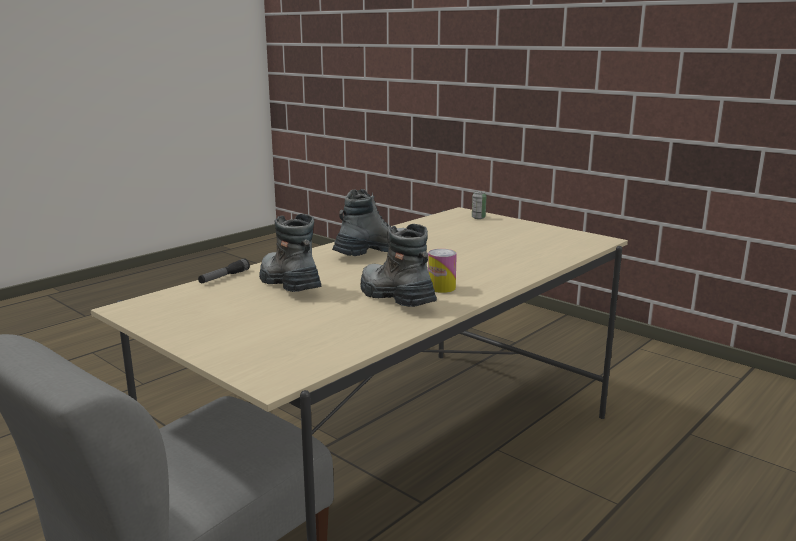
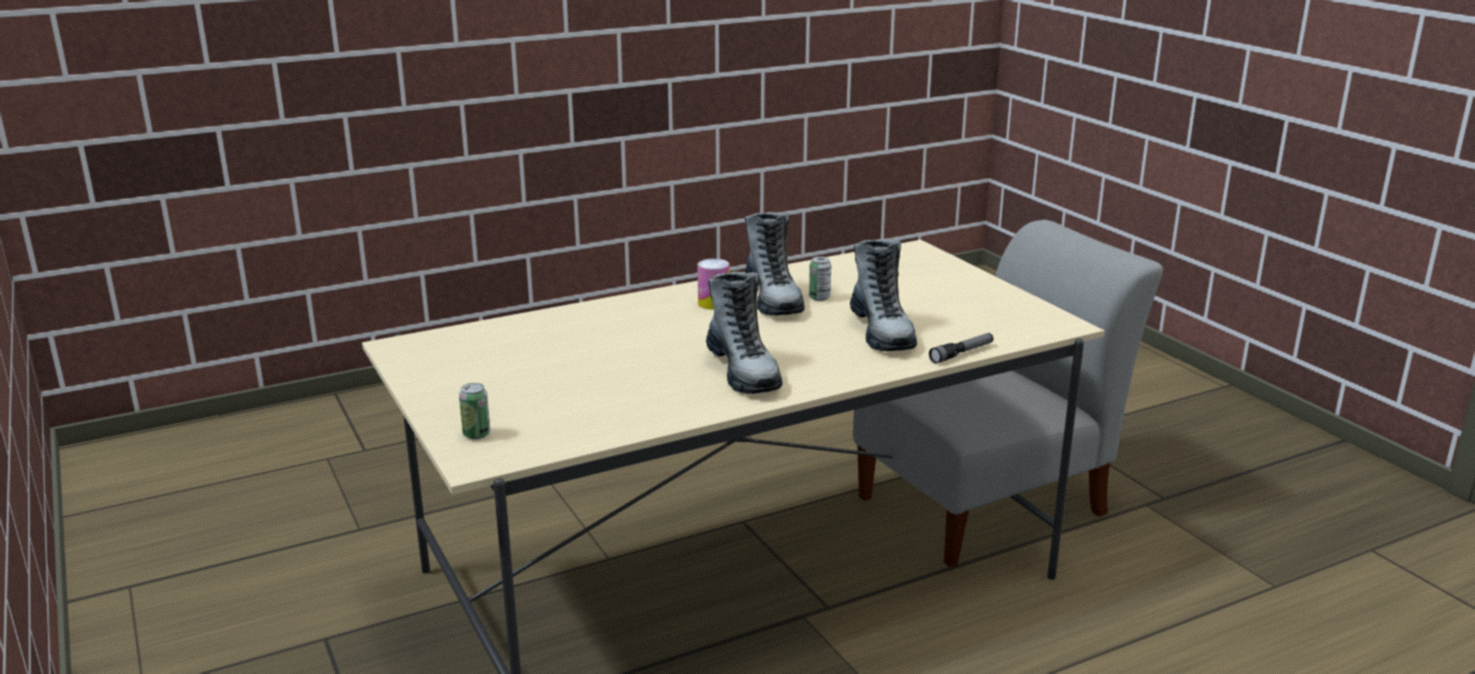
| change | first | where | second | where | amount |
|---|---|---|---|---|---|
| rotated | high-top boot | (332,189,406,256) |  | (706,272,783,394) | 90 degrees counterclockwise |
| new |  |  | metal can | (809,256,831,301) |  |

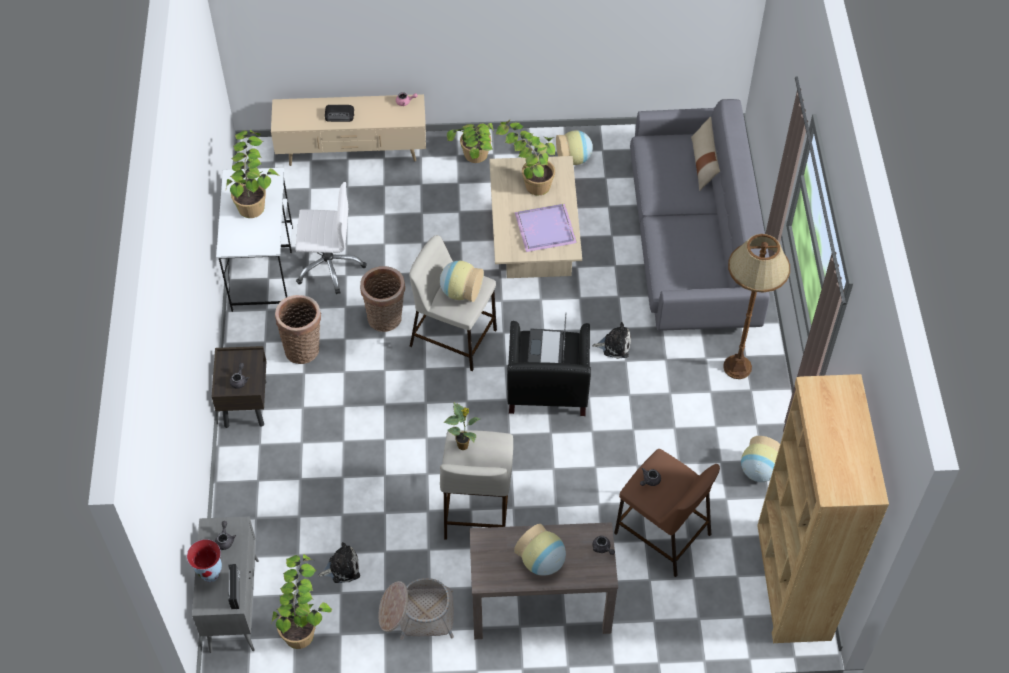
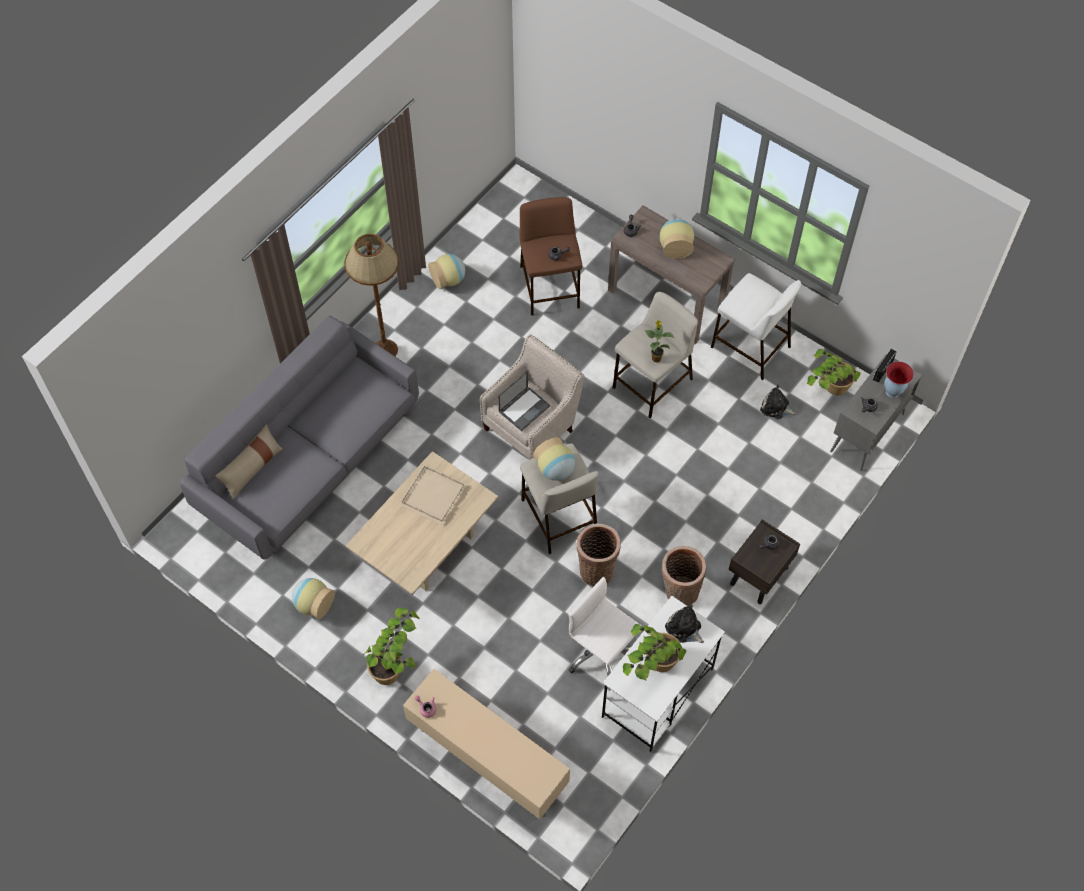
| change | first | where | second | where | amount |
|---|---|---|---|---|---|
| repainted | purplish tray | (515,203,577,252) | beige tray | (398,464,468,525) |  |
| repainted | black lounge chair | (507,321,591,416) | beige lounge chair | (480,334,584,460) |  |
| shifted | soft toy | (592,322,631,359) |  | (665,604,704,643) |  |
| swapped | storage basket | (378,578,454,640) | whitish stool seat | (711,273,801,380) |  |
| gone | radio set | (325,105,354,122) |  |  |  |
| gone | potted plant | (495,119,555,195) |  |  |  |
| gone | brownish shelving unit | (757,374,889,643) |  |  |  |

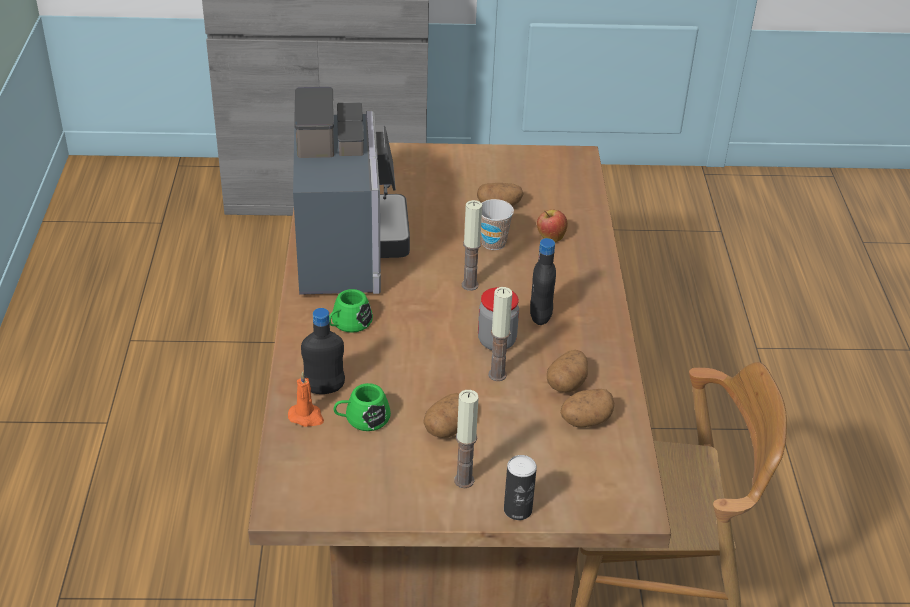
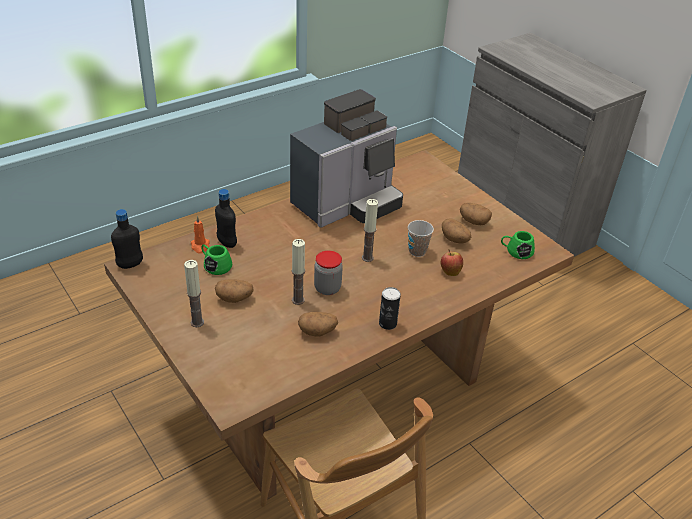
| change | first | where | second | where | amount |
|---|---|---|---|---|---|
| shifted | black drink bottle | (530,238,556,325) |  | (111,209,143,269) |  |
| shifted | metal can | (504,455,537,520) |  | (379,287,401,330) |  |
| shifted | whole potato | (560,389,614,428) |  | (460,203,492,225) |  |
| shifted | greenish mug | (329,289,373,333) |  | (501,231,535,259) |  |

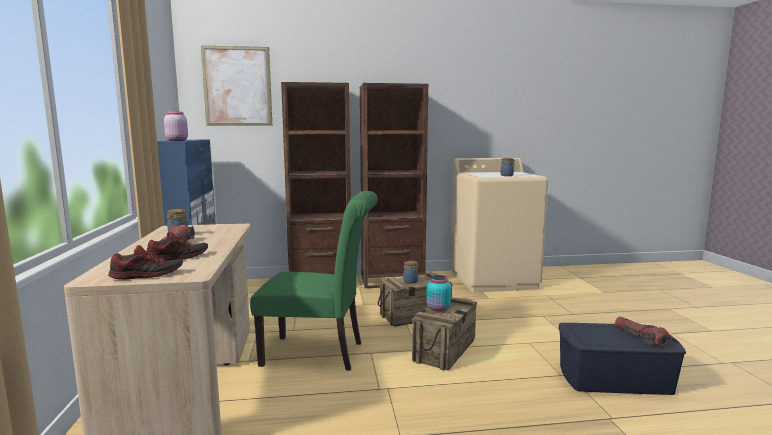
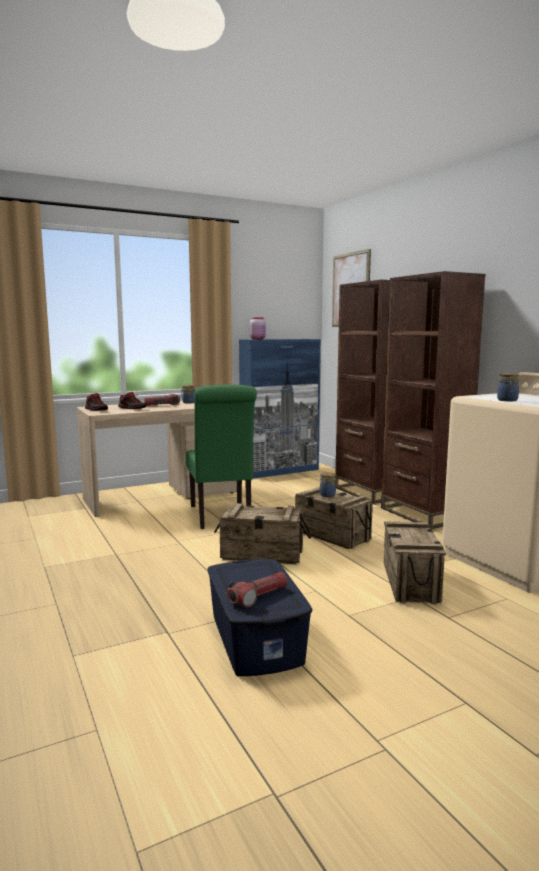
| change | first | where | second | where | amount |
|---|---|---|---|---|---|
| new |  |  | shipping crate | (384,522,446,604) |  |
| gone | turquoise-coloured jar | (426,275,451,312) |  |  |  |

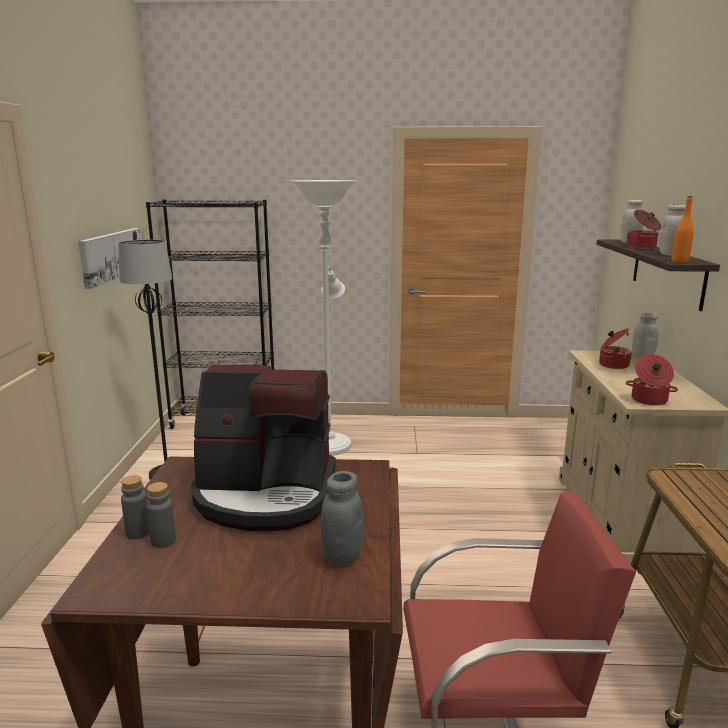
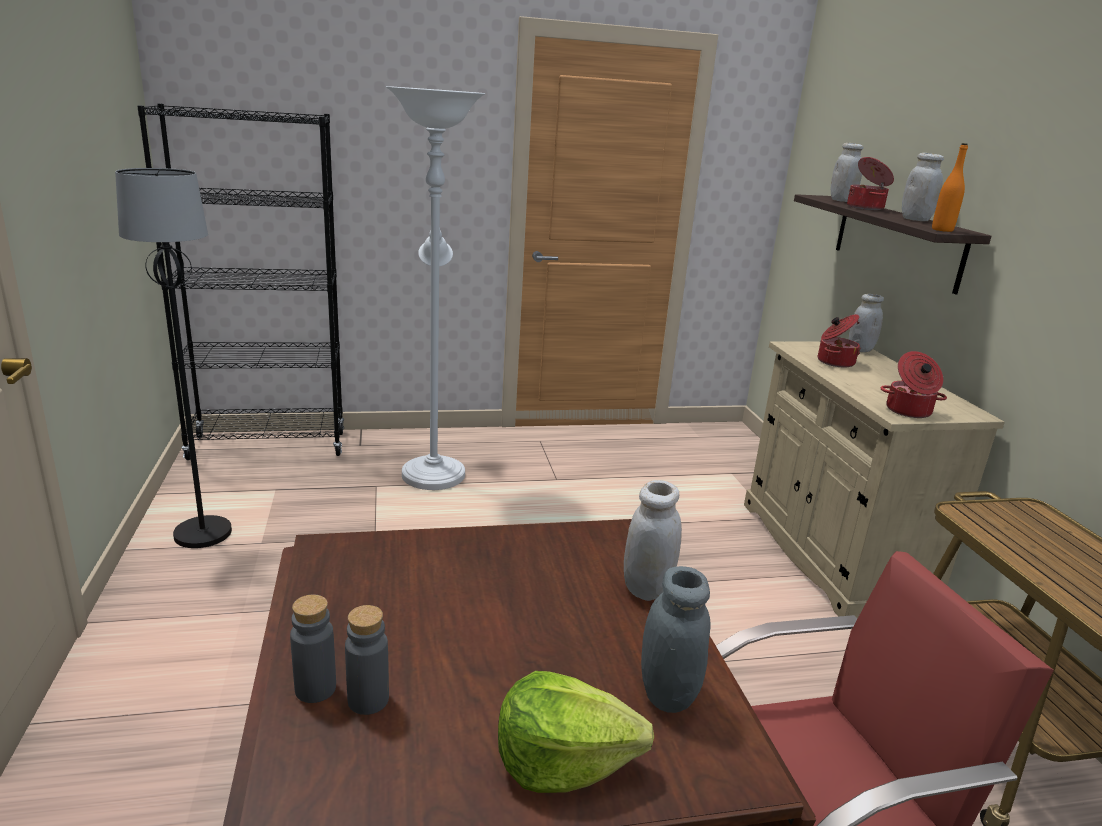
| change | first | where | second | where | amount |
|---|---|---|---|---|---|
| new |  |  | head of lettuce | (498,671,654,793) |  |
| new |  |  | whitish jar | (624,480,682,601) |  |
| gone | picture | (78,228,141,289) |  |  |  |
| gone | coffee brewer | (191,365,336,531) |  |  |  |

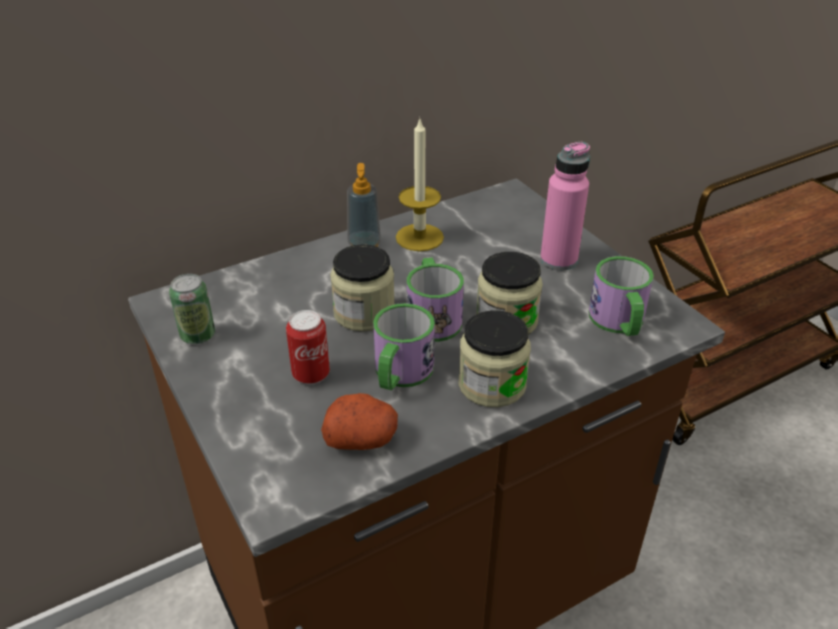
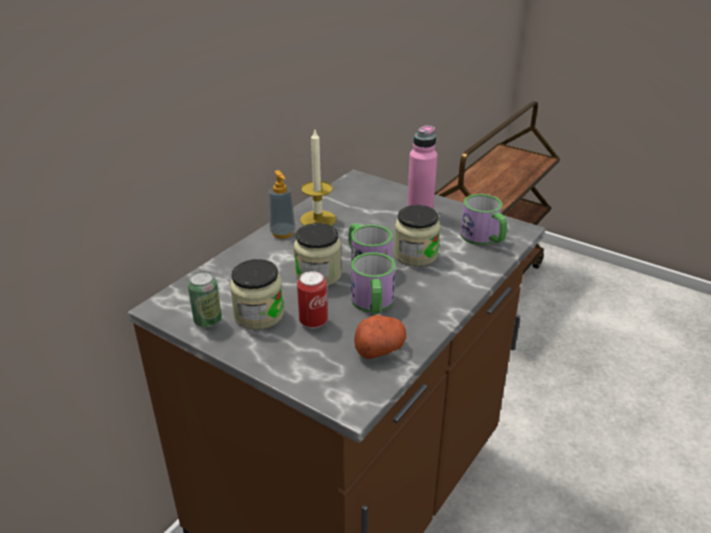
| change | first | where | second | where | amount |
|---|---|---|---|---|---|
| shifted | jar | (459,310,531,407) |  | (230,259,284,330) |  |

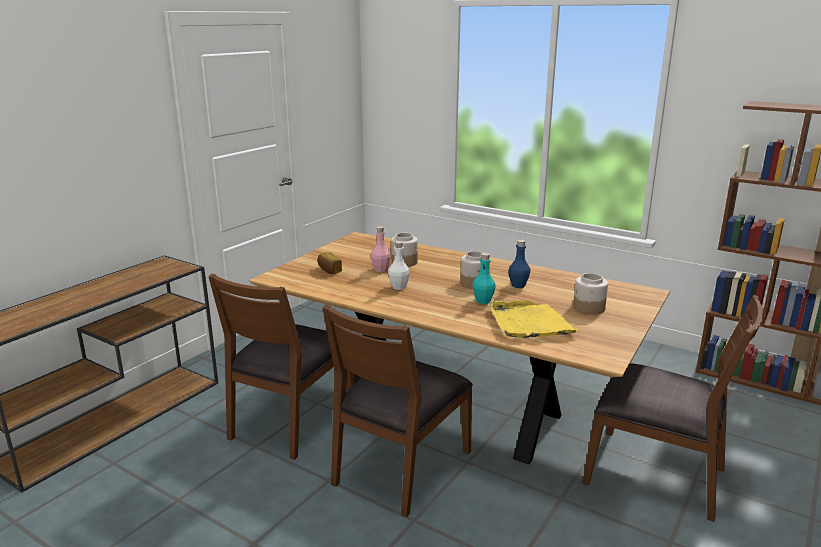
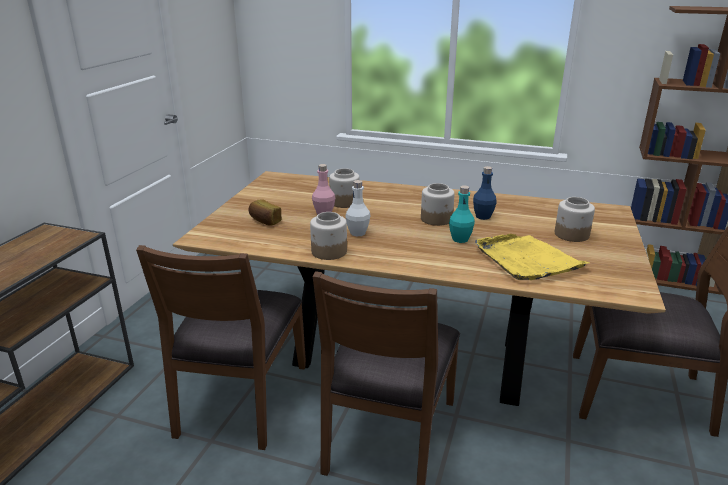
| change | first | where | second | where | amount |
|---|---|---|---|---|---|
| new |  |  | jar | (310,212,347,260) |  |

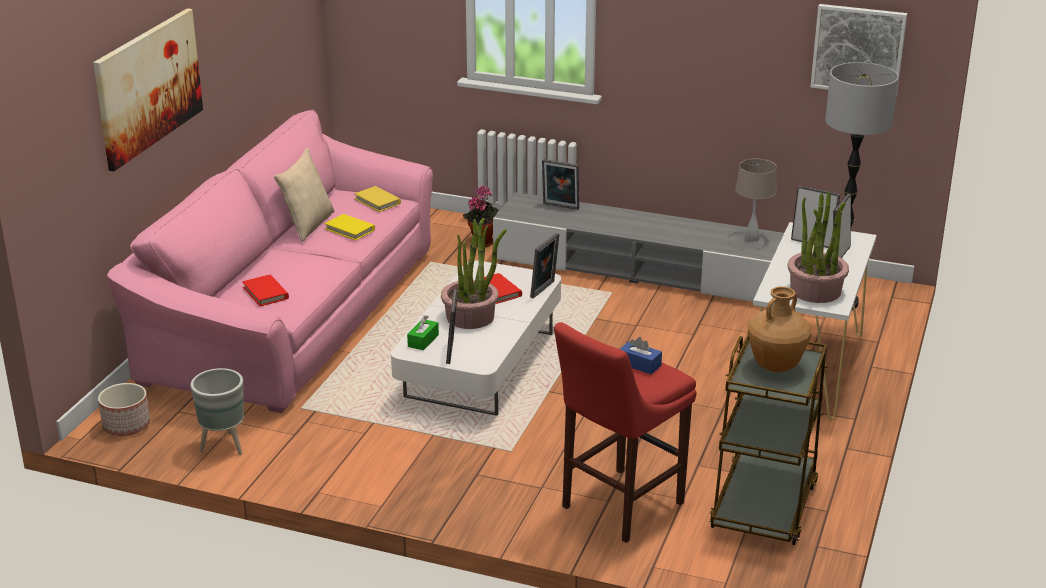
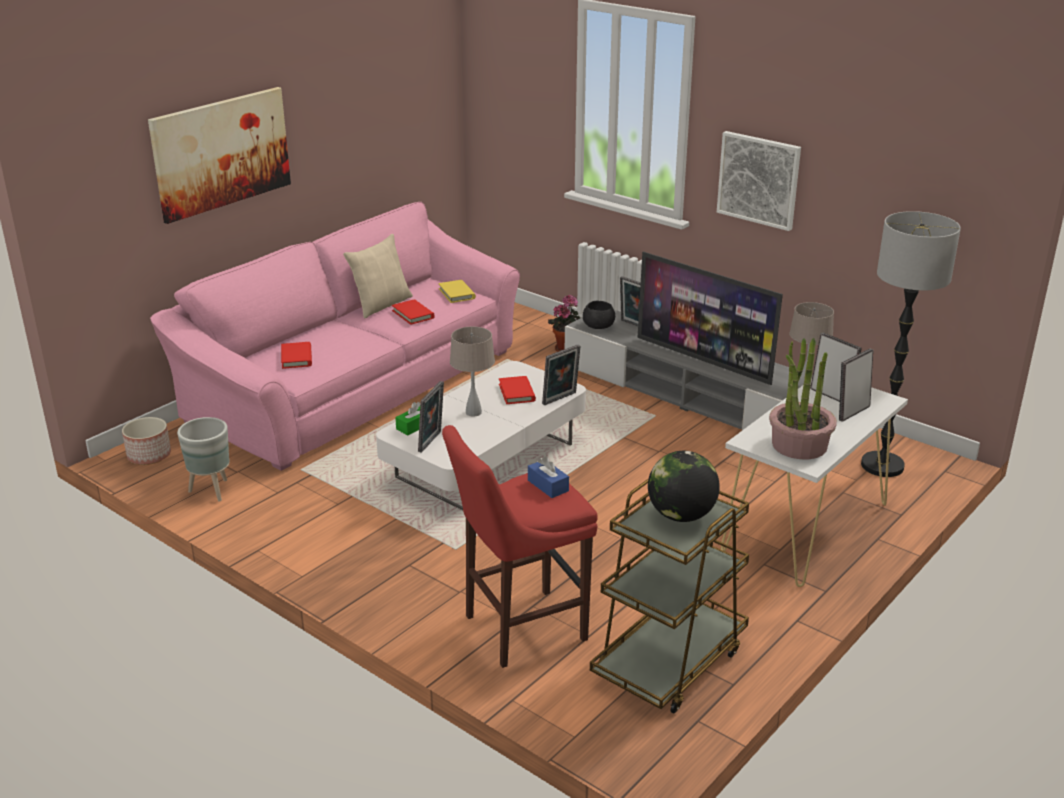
| change | first | where | second | where | amount |
|---|---|---|---|---|---|
| repainted | yellowish volume | (325,214,375,240) | reddish volume | (392,299,435,325) |  |
| swapped | potted plant | (441,218,507,329) | beige table lamp | (450,326,495,417) |  |
| new |  |  | black serving bowl | (583,301,615,329) |  |
| new |  |  | television | (638,252,783,385) |  |
| swapped | brownish decorative vase | (748,286,812,372) | desk globe | (648,451,720,522) |  |
| shifted | picture | (810,4,907,97) |  | (717,131,801,231) |  |

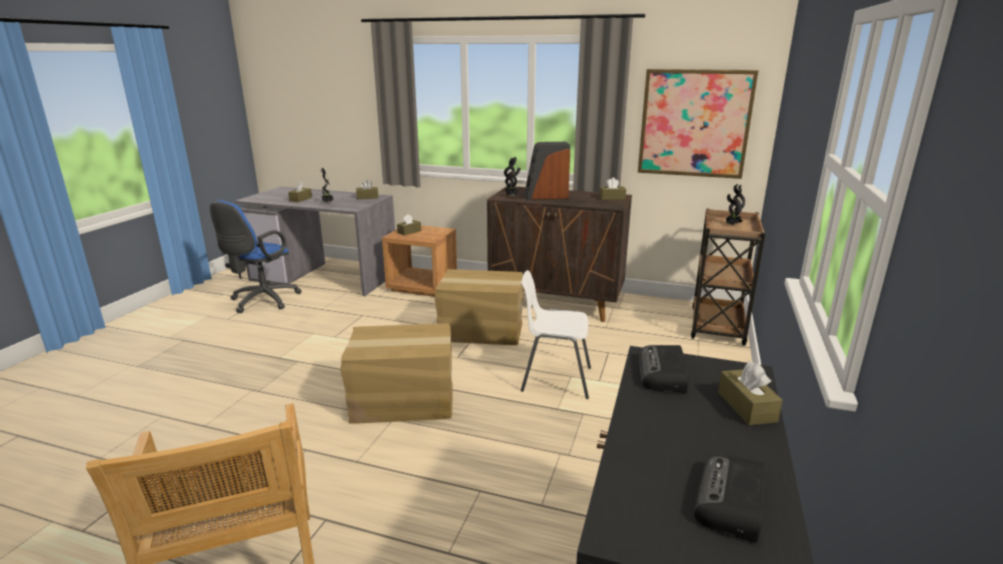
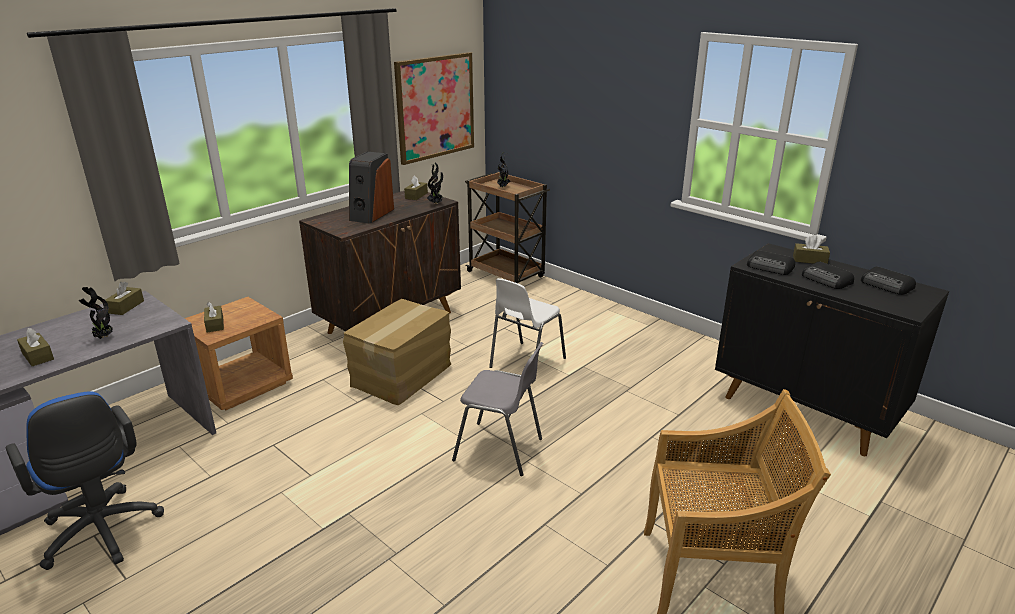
| change | first | where | second | where | amount |
|---|---|---|---|---|---|
| shifted | potted plant | (504,157,521,197) |  | (427,162,444,204) |  |
| swapped | carton | (341,324,453,424) | gray chair | (452,342,544,476) |  |
| new |  |  | radio set | (802,261,854,289) |  |

